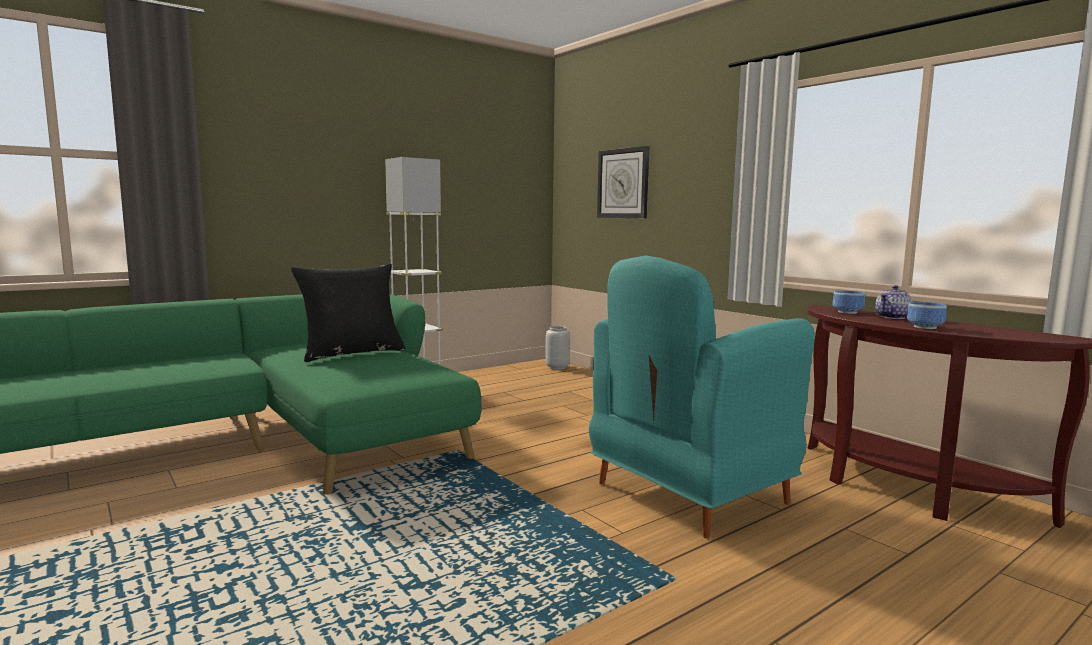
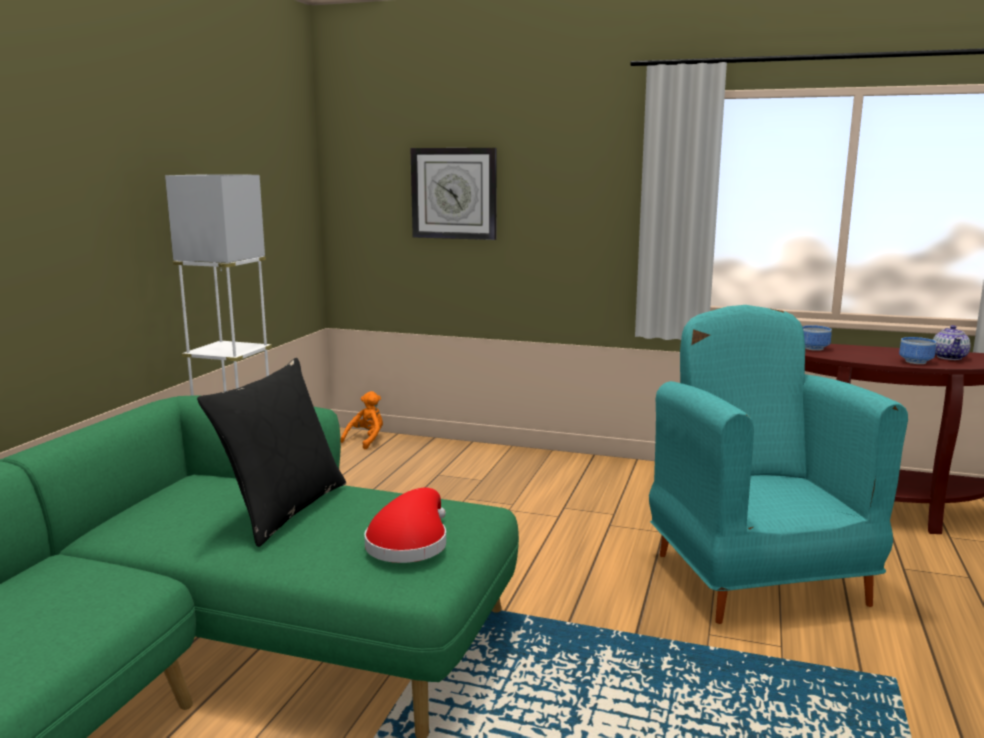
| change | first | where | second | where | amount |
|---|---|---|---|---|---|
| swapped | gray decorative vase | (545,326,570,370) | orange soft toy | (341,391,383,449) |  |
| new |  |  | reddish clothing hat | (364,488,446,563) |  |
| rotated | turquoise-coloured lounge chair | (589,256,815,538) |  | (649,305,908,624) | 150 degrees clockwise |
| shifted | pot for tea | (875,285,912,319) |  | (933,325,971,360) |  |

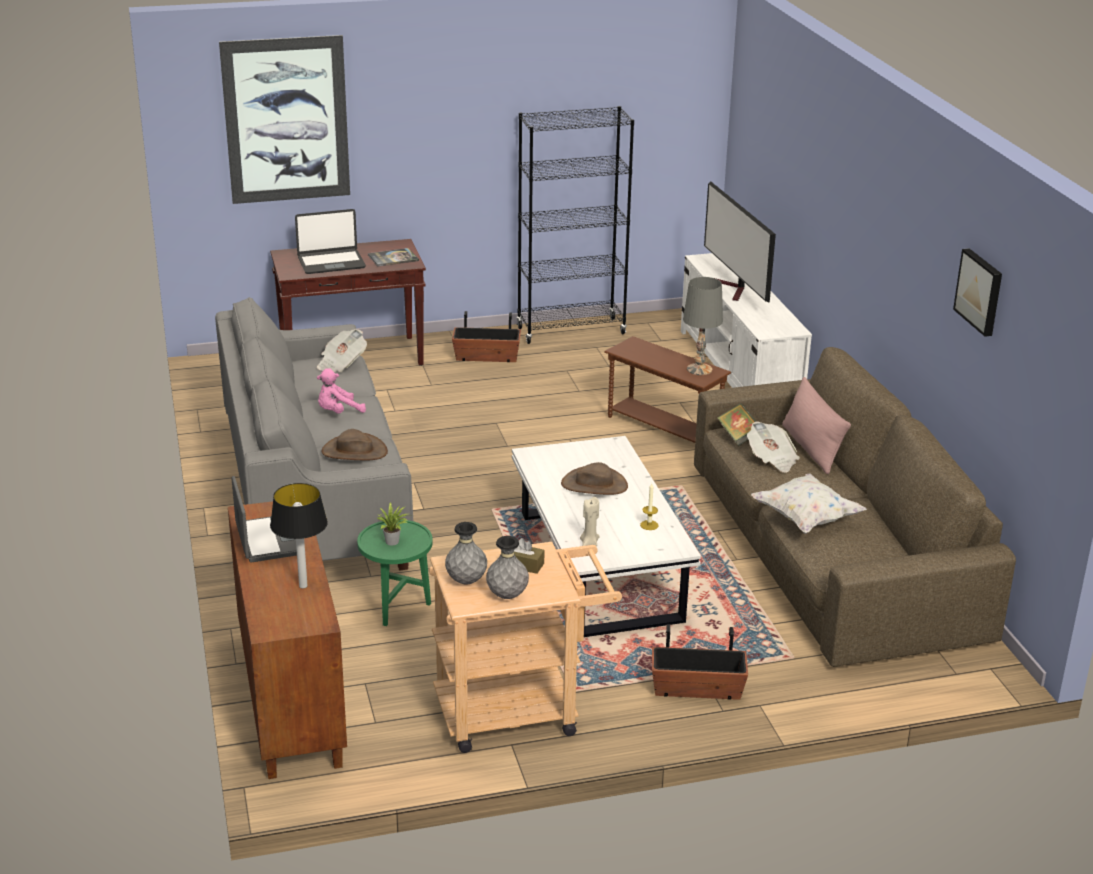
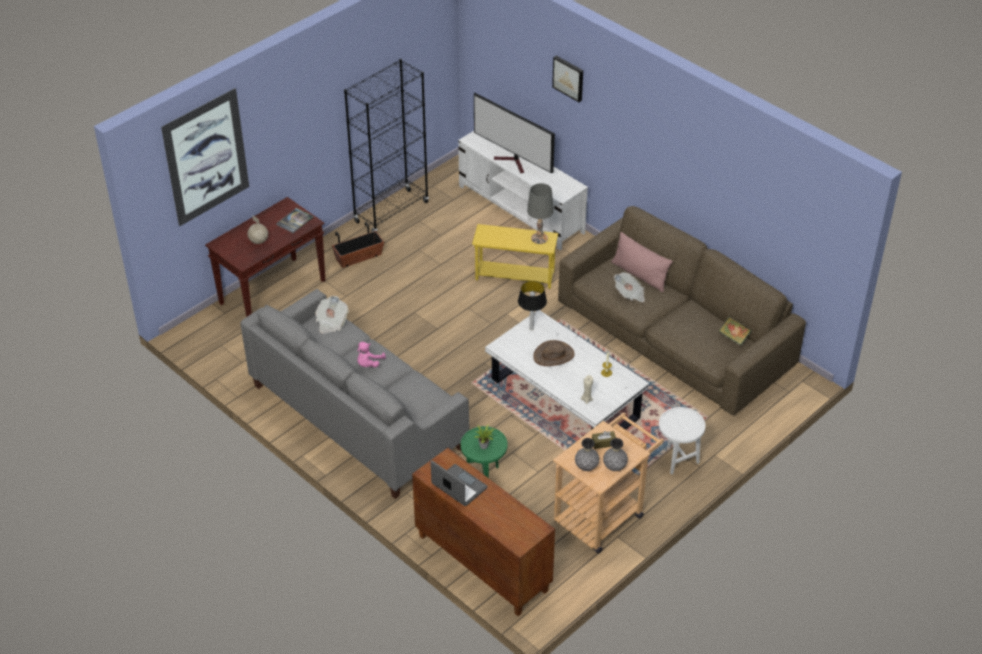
| change | first | where | second | where | amount |
|---|---|---|---|---|---|
| swapped | notebook computer | (295,209,366,274) | desk globe | (247,215,268,244) |  |
| repainted | brownish end table | (604,336,731,443) | yellowish end table | (472,224,558,289) |  |
| shifted | table lamp | (270,483,328,589) |  | (518,281,547,330) |  |
| shifted | picture | (953,248,1002,337) |  | (552,56,583,102) |  |
| swapped | plant pot | (652,624,748,700) | whitish end table | (659,407,705,475) |  |
| shifted | volume | (718,403,756,446) |  | (719,316,752,346) |  |
| gone | brownish clothing hat | (321,429,388,461) |  |  |  |
| gone | whitish cushion | (751,473,867,534) |  |  |  |

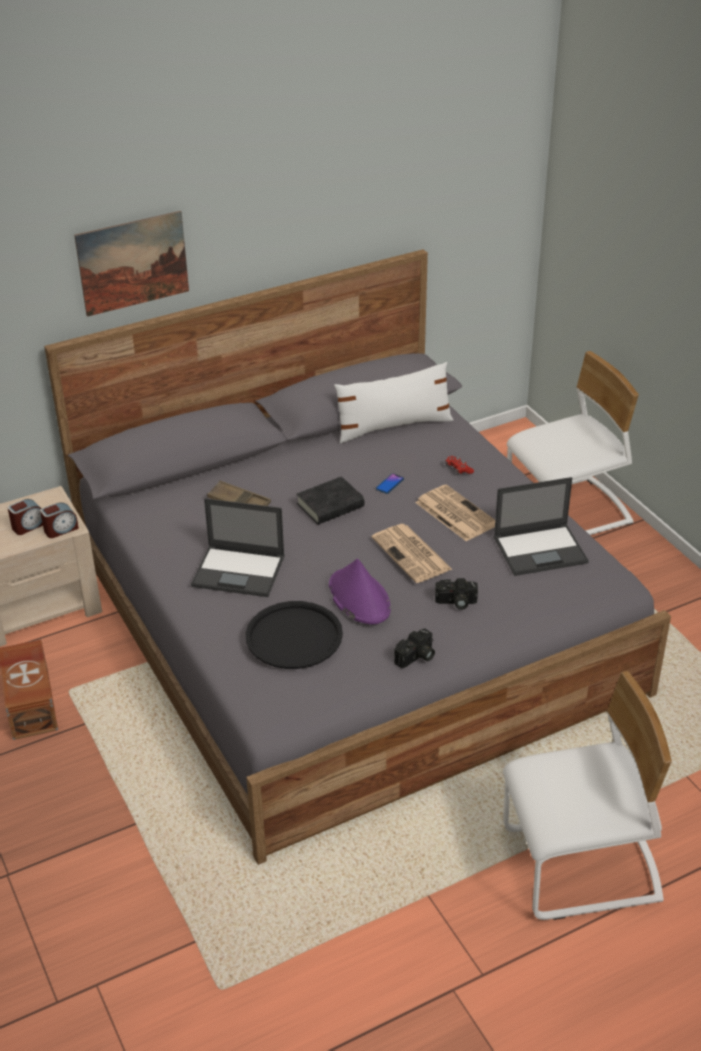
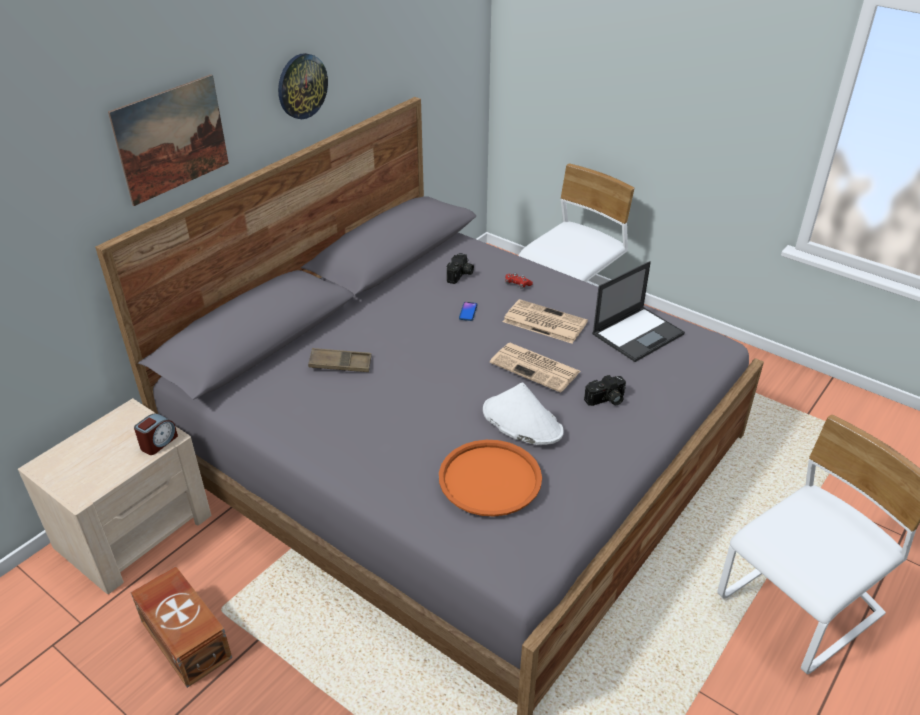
| change | first | where | second | where | amount |
|---|---|---|---|---|---|
| new |  |  | wall clock | (278,53,328,119) |  |
| repainted | black tray | (246,601,343,669) | orange tray | (439,440,542,517) |  |
| shifted | still camera | (394,629,435,668) |  | (447,253,474,284) |  |
| repainted | purplish clothing hat | (329,559,391,624) | whitish clothing hat | (483,382,564,445) |  |
| gone | bedside clock | (8,499,43,535) |  |  |  |
| gone | notebook computer | (191,498,285,597) |  |  |  |
| gone | black volume | (296,476,364,525) |  |  |  |
| gone | whitish cushion | (334,362,453,444) |  |  |  |

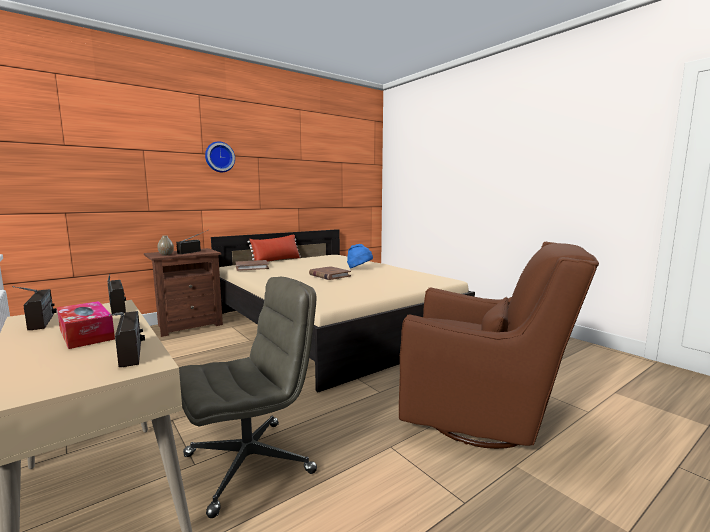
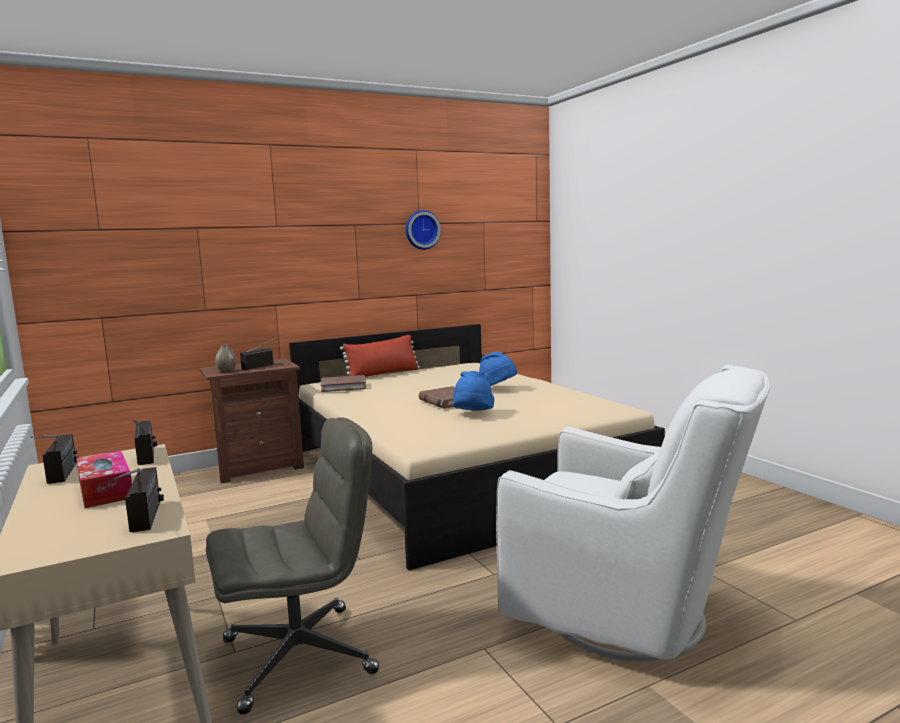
| change | first | where | second | where | amount |
|---|---|---|---|---|---|
| shifted | wall clock | (205,141,235,172) |  | (405,210,441,250) |  |
| new |  |  | blue clothing hat | (453,371,494,411) |  |
| repainted | brownish lounge chair | (399,242,599,449) | whitish lounge chair | (496,365,770,662) |  |

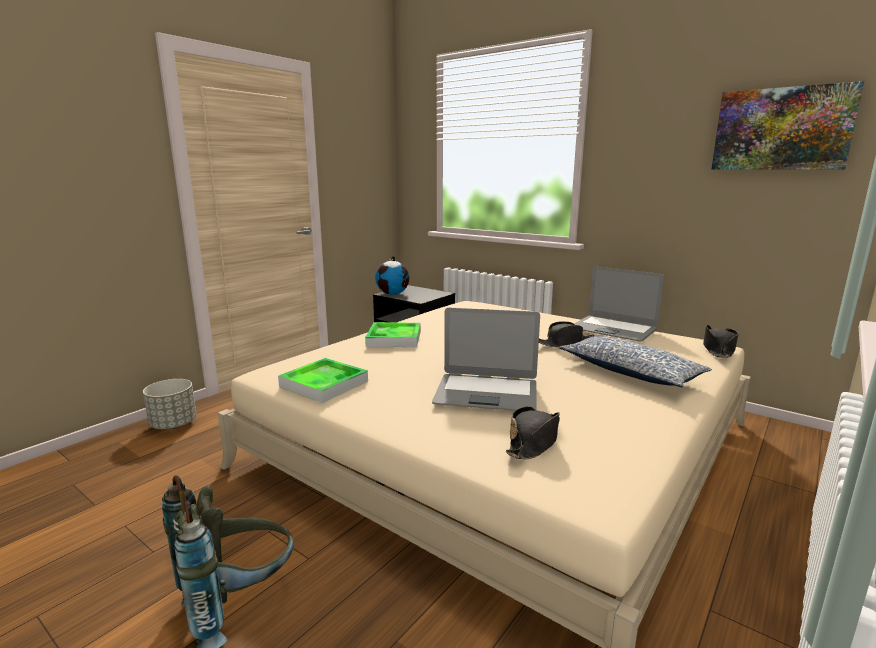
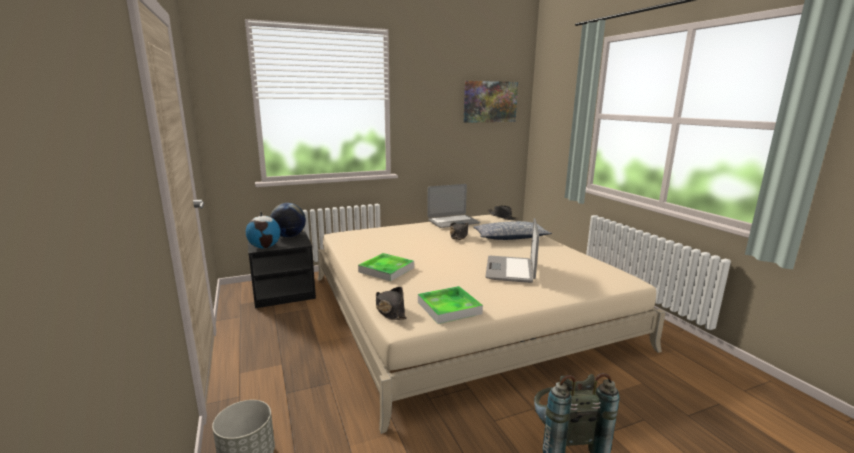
| change | first | where | second | where | amount |
|---|---|---|---|---|---|
| new |  |  | desk globe | (270,203,306,237) |  |
| shifted | black clothing hat | (506,406,560,459) |  | (376,287,407,320) |  |
| rotated | notebook computer | (432,308,540,411) |  | (485,218,539,283) | 150 degrees clockwise |

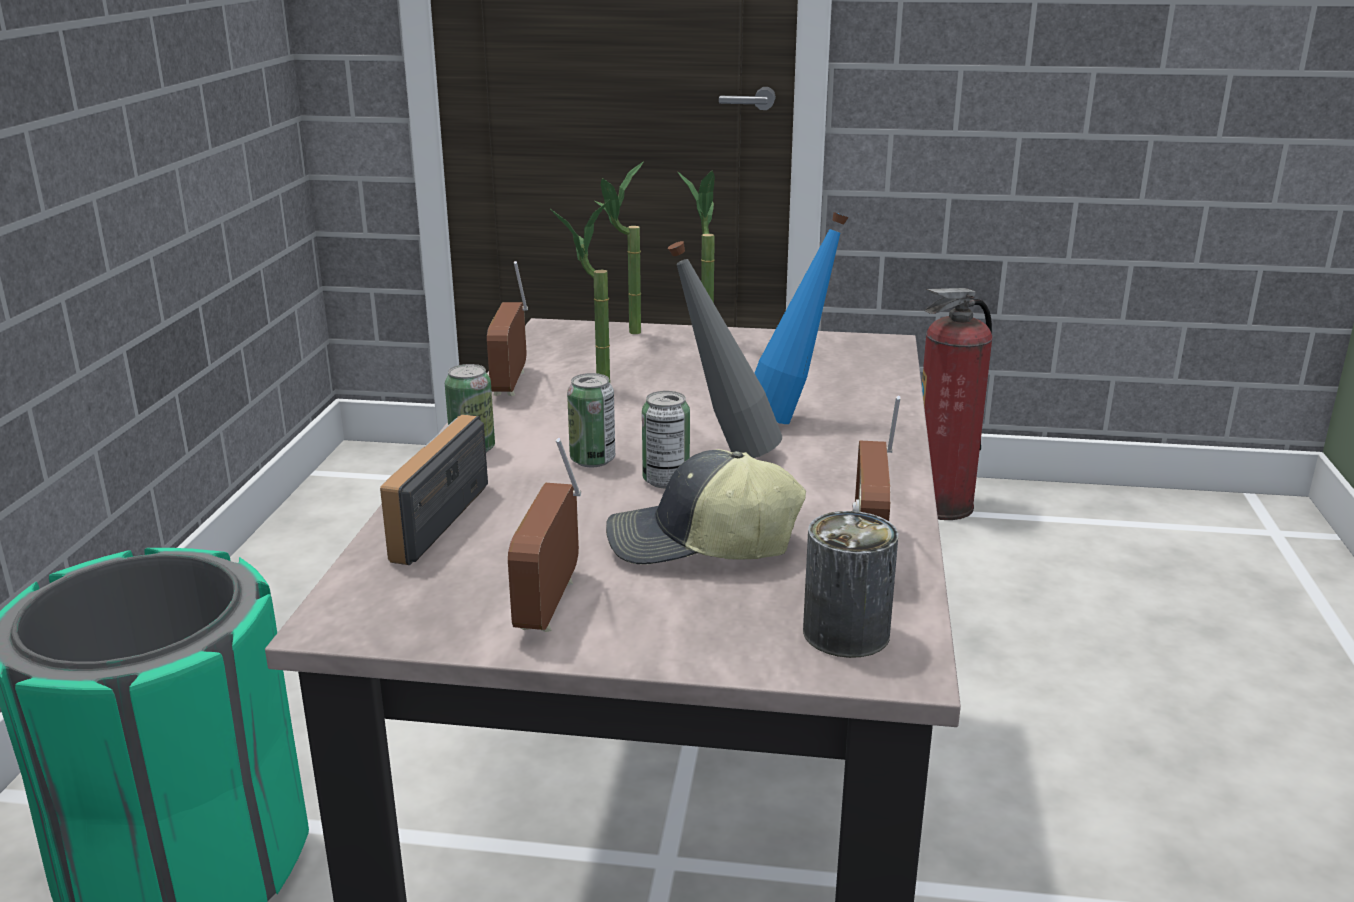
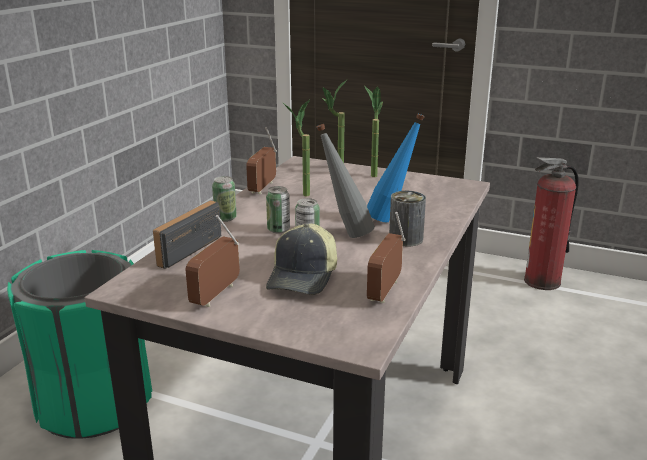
| change | first | where | second | where | amount |
|---|---|---|---|---|---|
| rotated | cap | (606,449,806,565) |  | (266,224,337,295) | 90 degrees counterclockwise |
| shifted | metal can | (803,511,898,658) |  | (389,191,426,247) |  |

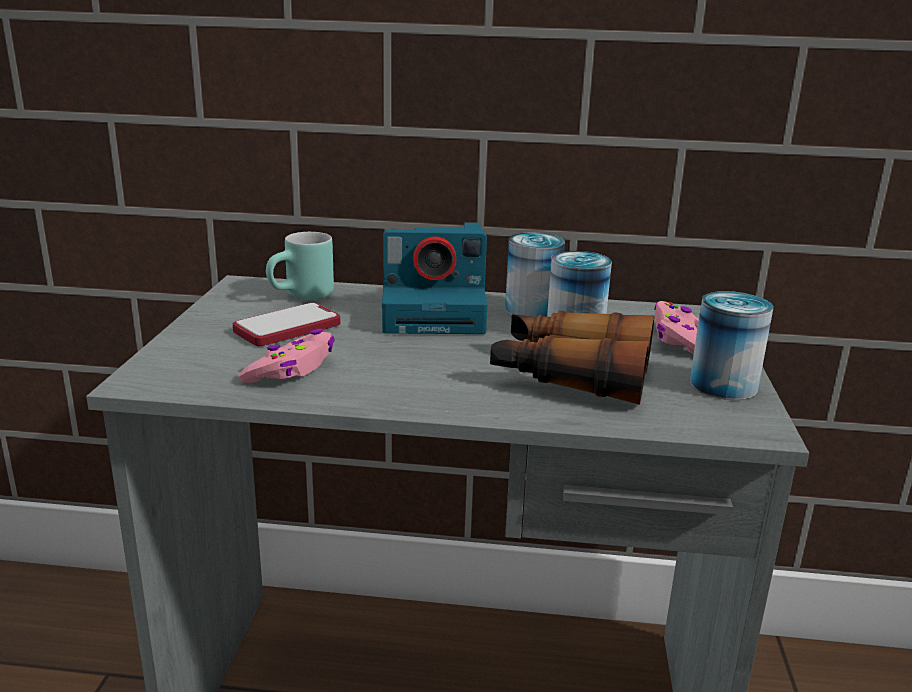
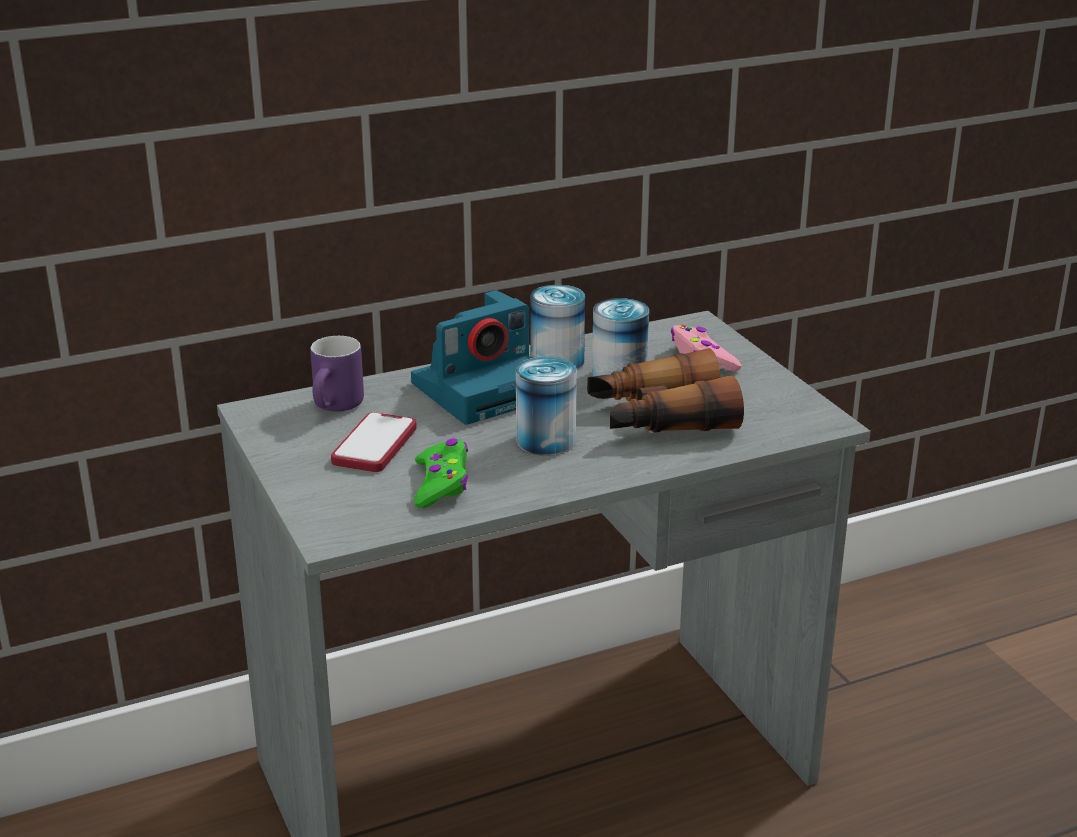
| change | first | where | second | where | amount |
|---|---|---|---|---|---|
| repainted | turquoise-coloured mug | (266,232,334,300) | purplish mug | (310,336,364,411) |  |
| repainted | pink game controller | (238,329,335,383) | greenish game controller | (414,438,468,508) |  |
| shifted | metal can | (690,291,773,400) |  | (516,356,577,456) |  |

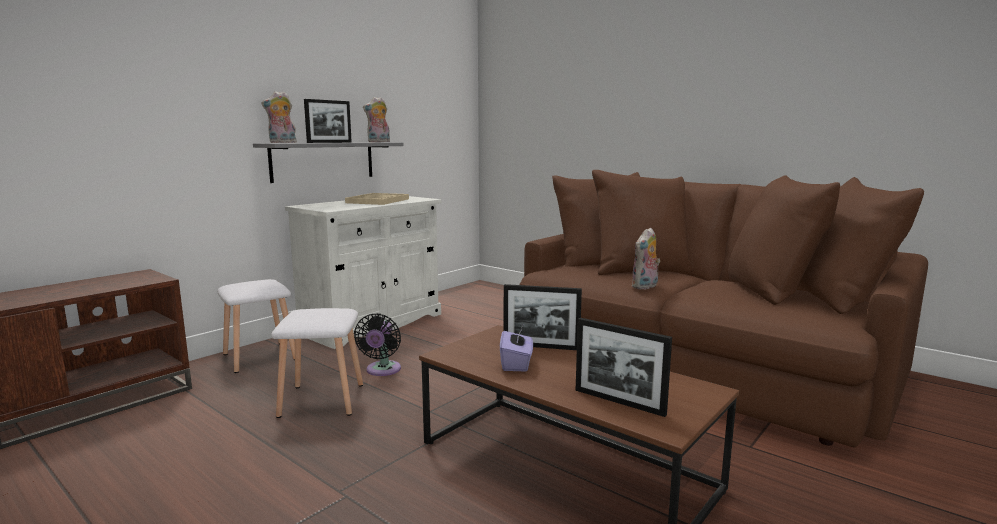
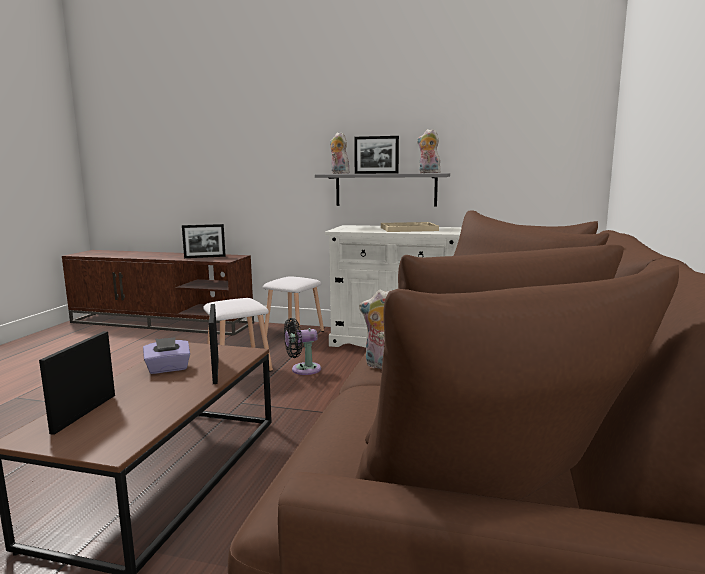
| change | first | where | second | where | amount |
|---|---|---|---|---|---|
| new |  |  | standing frame | (182,224,226,258) |  |

